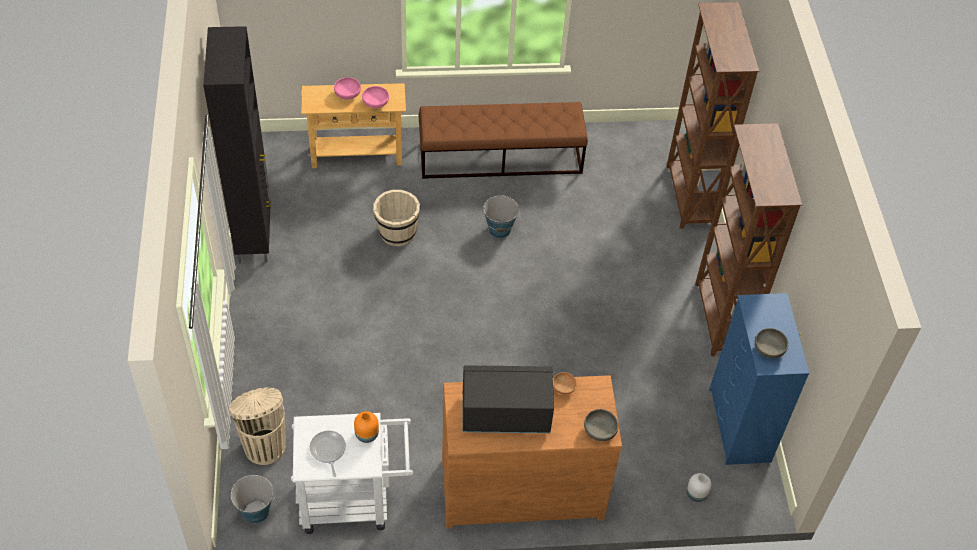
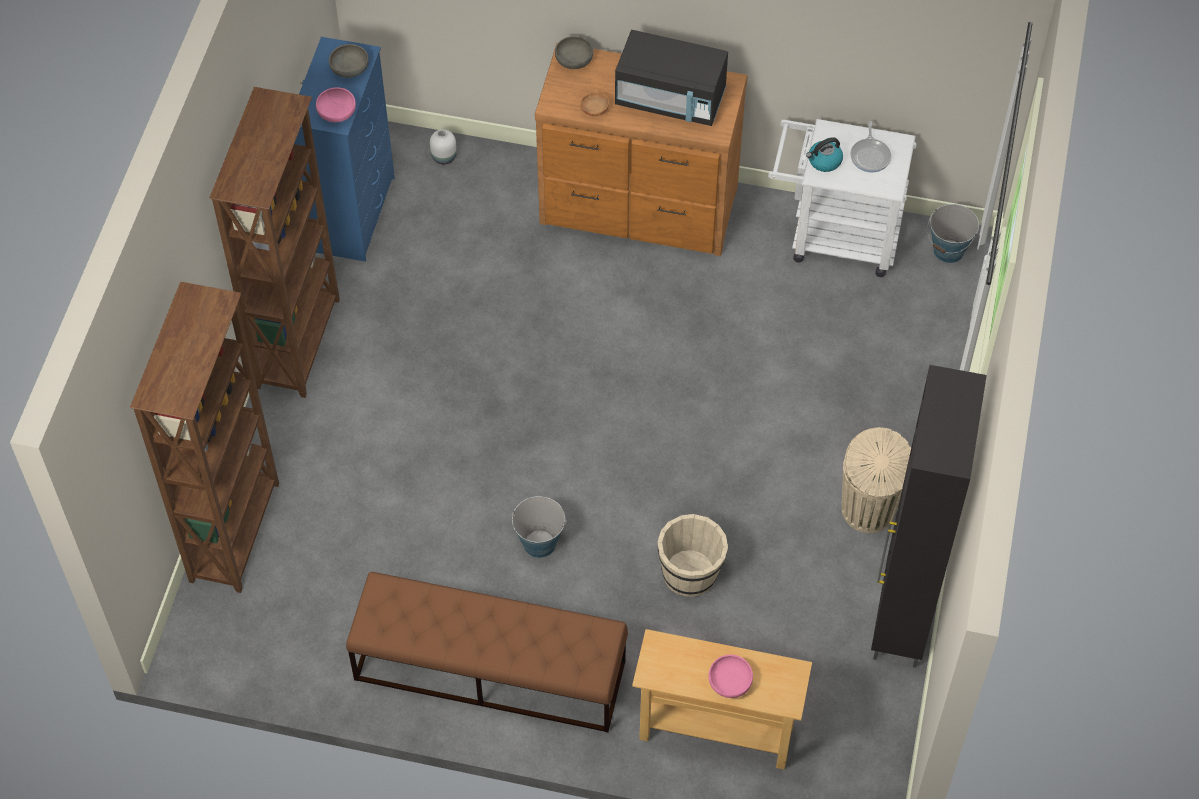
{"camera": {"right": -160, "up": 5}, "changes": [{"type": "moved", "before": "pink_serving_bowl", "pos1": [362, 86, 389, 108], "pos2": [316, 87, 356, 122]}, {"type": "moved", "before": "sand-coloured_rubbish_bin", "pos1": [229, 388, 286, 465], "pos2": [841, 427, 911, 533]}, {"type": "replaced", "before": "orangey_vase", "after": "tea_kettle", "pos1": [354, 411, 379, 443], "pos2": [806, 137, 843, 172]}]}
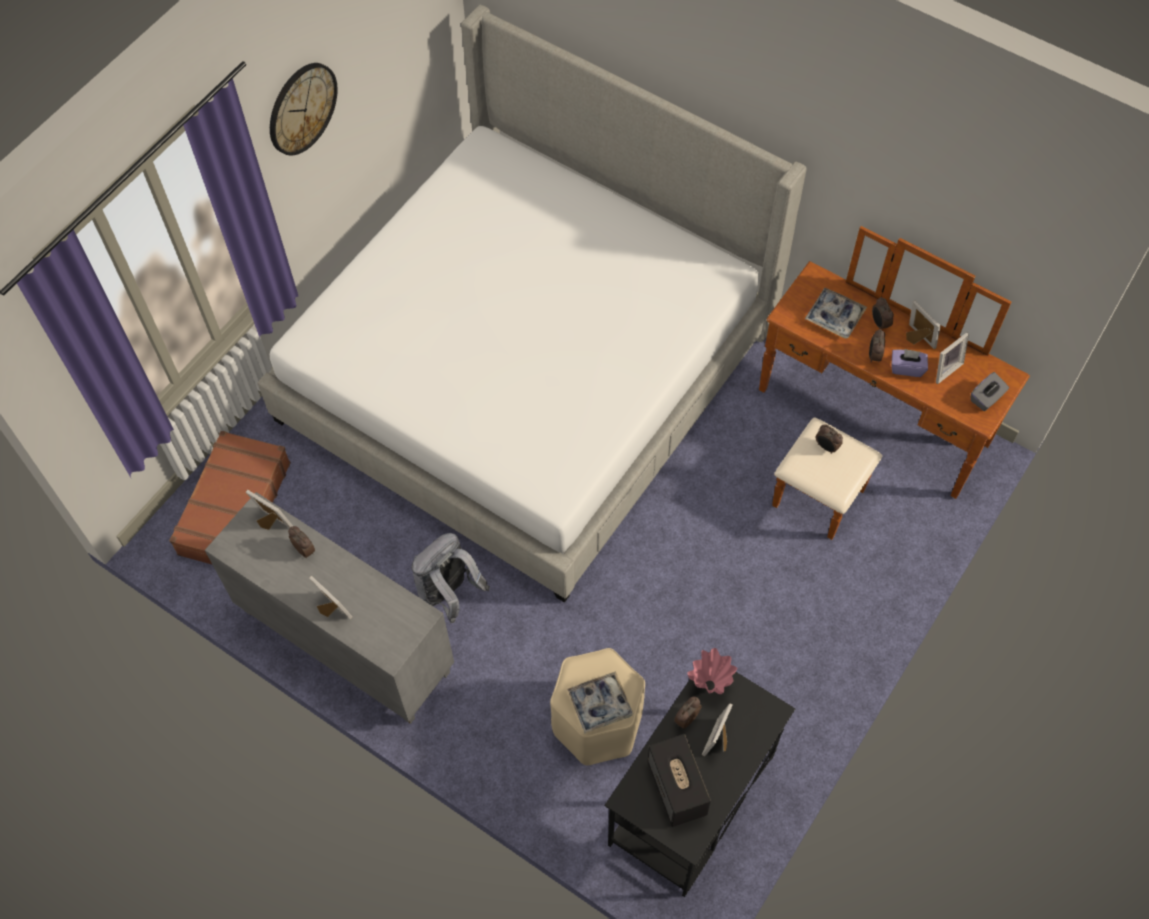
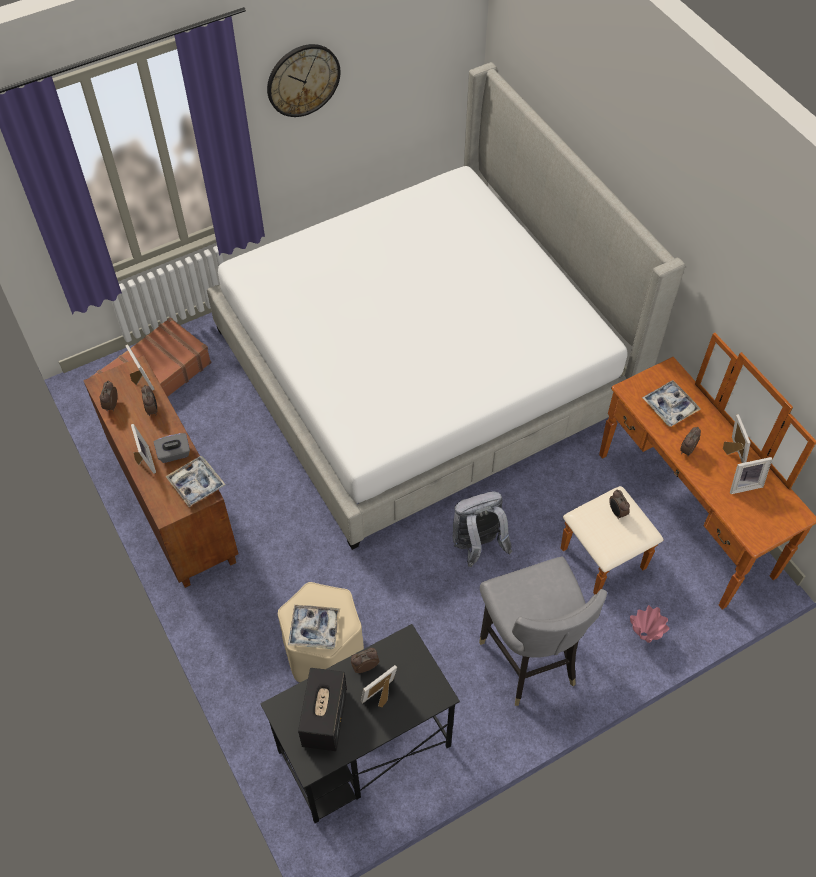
{"camera": {"right": 25, "up": -5}, "changes": [{"type": "moved", "before": "bedside_clock", "pos1": [872, 297, 894, 329], "pos2": [100, 380, 117, 411]}, {"type": "removed", "before": "purple-coloured_tissue_holder", "pos1": [891, 349, 928, 377]}, {"type": "moved", "before": "grey_tissue_holder", "pos1": [971, 372, 1009, 411], "pos2": [154, 433, 190, 463]}, {"type": "recoloured", "before": "grey_cupboard", "after": "brown-coloured_cupboard", "pos1": [205, 492, 454, 724], "pos2": [83, 355, 239, 588]}, {"type": "moved", "before": "grey_knapsack", "pos1": [411, 533, 490, 623], "pos2": [453, 492, 512, 567]}, {"type": "moved", "before": "pink_vase", "pos1": [687, 648, 737, 694], "pos2": [630, 605, 670, 643]}, {"type": "added", "after": "serving_tray", "pos2": [165, 456, 226, 507]}, {"type": "added", "after": "grey_upright_chair", "pos2": [479, 556, 607, 706]}]}
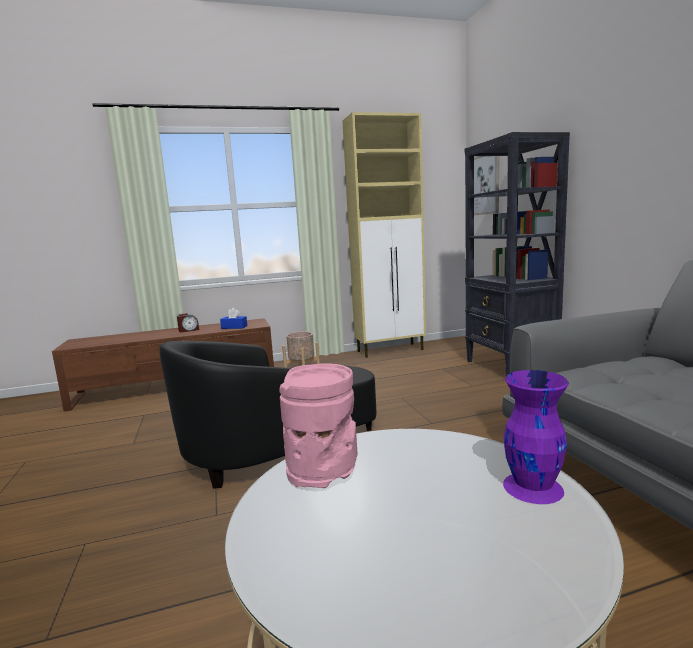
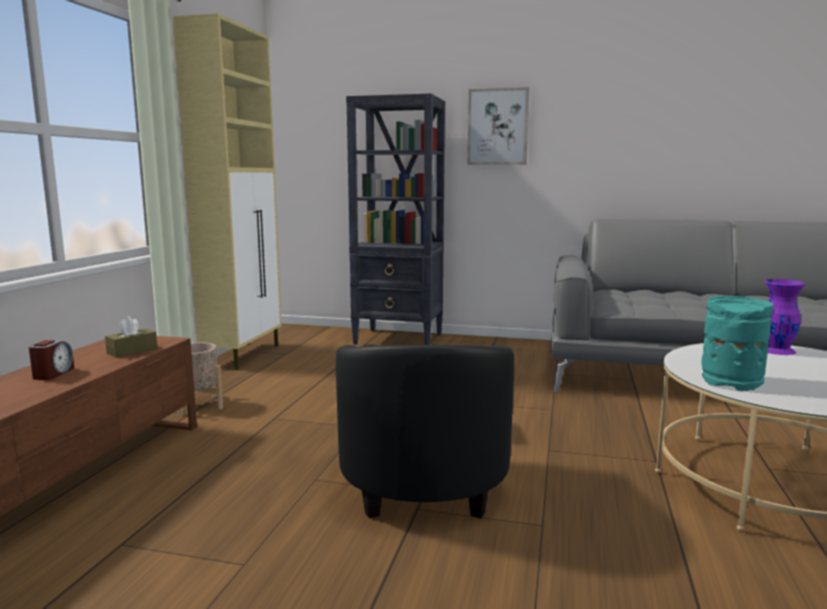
{"camera": {"right": -60, "up": 0}, "changes": [{"type": "moved", "before": "wall_picture", "pos1": [474, 156, 499, 215], "pos2": [468, 87, 529, 165]}, {"type": "recoloured", "before": "bluish_tissue_holder", "after": "brown-coloured_tissue_holder", "pos1": [220, 308, 248, 329], "pos2": [105, 316, 158, 358]}, {"type": "recoloured", "before": "pink_vase", "after": "blue-green_vase", "pos1": [279, 363, 357, 488], "pos2": [701, 296, 773, 391]}]}
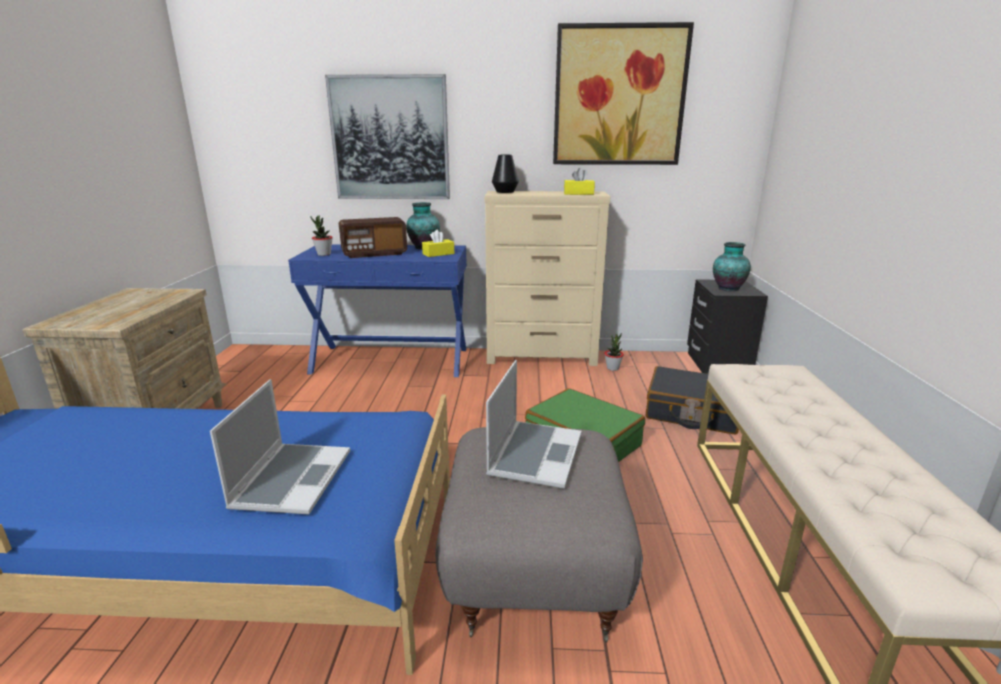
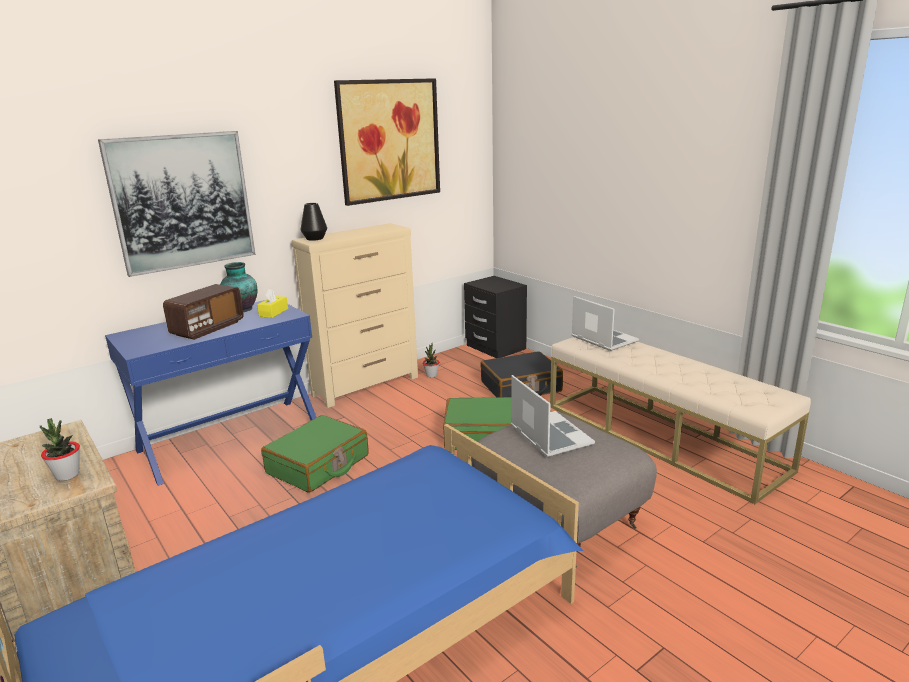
{"camera": {"right": -40, "up": 0}, "changes": [{"type": "removed", "before": "yellowish_tissue_holder", "pos1": [564, 168, 595, 195]}, {"type": "moved", "before": "potted_plant", "pos1": [310, 216, 333, 256], "pos2": [40, 418, 80, 481]}, {"type": "removed", "before": "vase", "pos1": [713, 242, 751, 291]}, {"type": "moved", "before": "portable_computer", "pos1": [210, 379, 350, 515], "pos2": [571, 296, 639, 351]}, {"type": "added", "after": "green-coloured_piece_of_luggage", "pos2": [261, 415, 369, 493]}]}
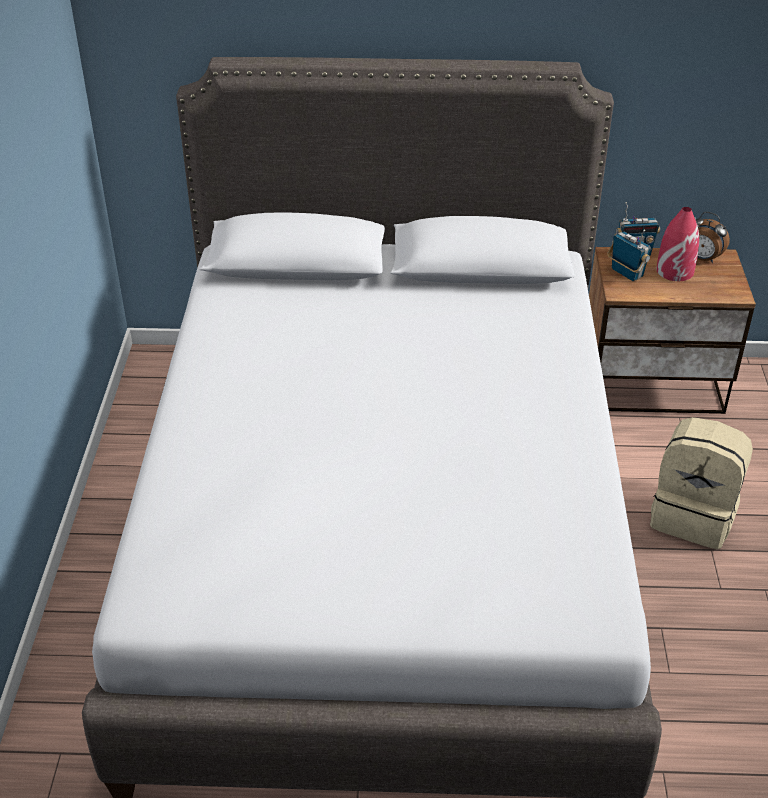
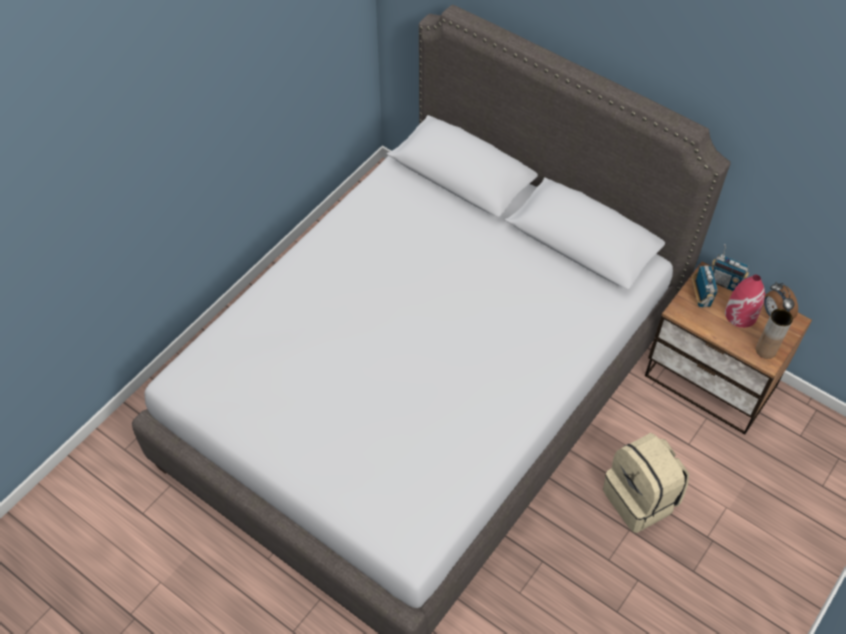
{"camera": {"right": 35, "up": 15}, "changes": [{"type": "added", "after": "brown-coloured_vase", "pos2": [756, 309, 793, 359]}]}
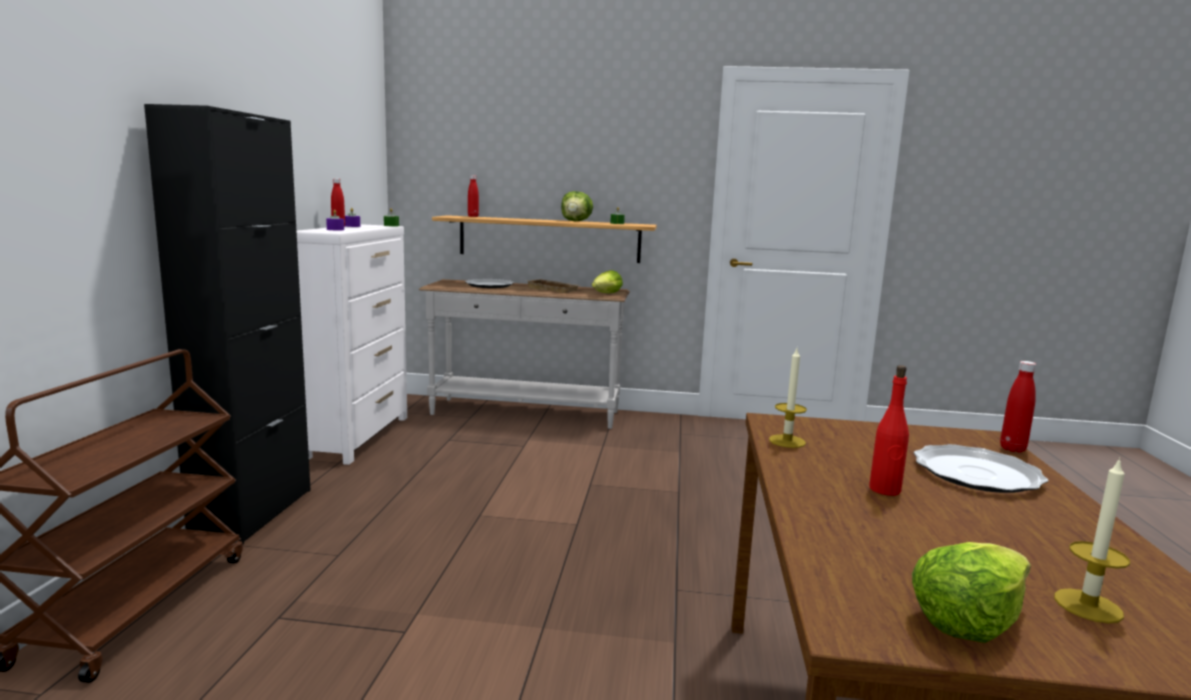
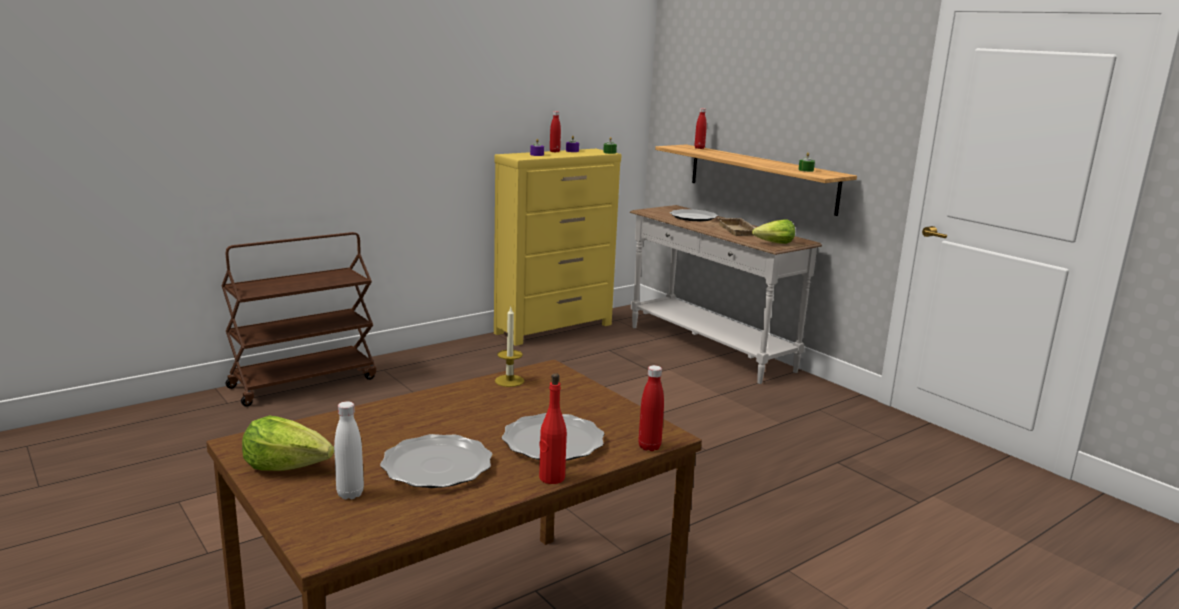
{"camera": {"right": 45, "up": 5}, "changes": [{"type": "removed", "before": "black_cupboard", "pos1": [144, 104, 311, 544]}, {"type": "removed", "before": "head_of_lettuce", "pos1": [561, 191, 593, 221]}, {"type": "recoloured", "before": "white-coloured_dresser", "after": "yellowish_dresser", "pos1": [297, 224, 407, 465], "pos2": [494, 149, 621, 346]}, {"type": "moved", "before": "reddish_drink_bottle", "pos1": [869, 365, 909, 496], "pos2": [539, 373, 567, 484]}, {"type": "replaced", "before": "candle", "after": "white-coloured_drink_bottle", "pos1": [1054, 457, 1130, 623], "pos2": [334, 401, 364, 499]}, {"type": "added", "after": "flat_dish", "pos2": [380, 434, 492, 488]}]}
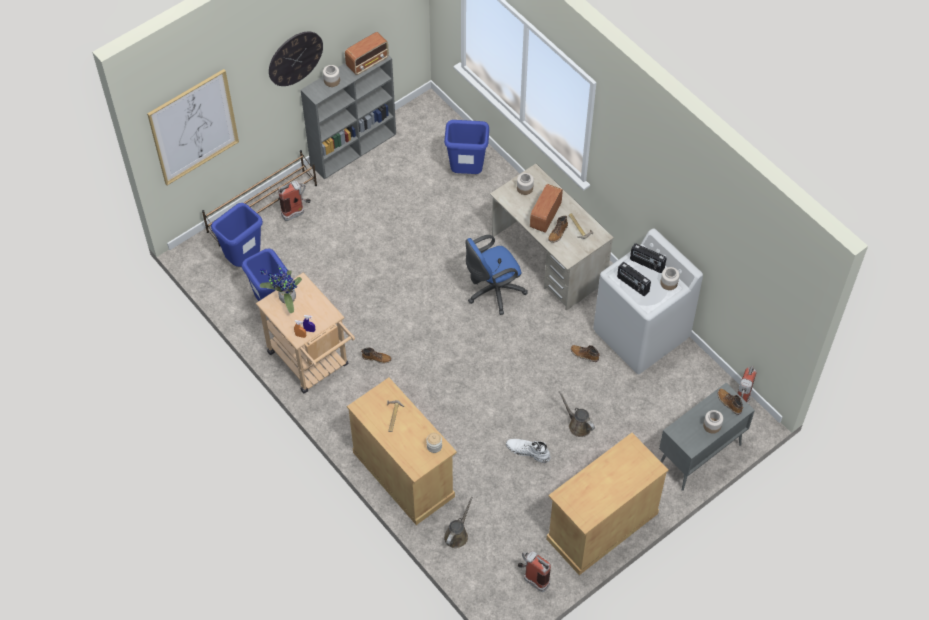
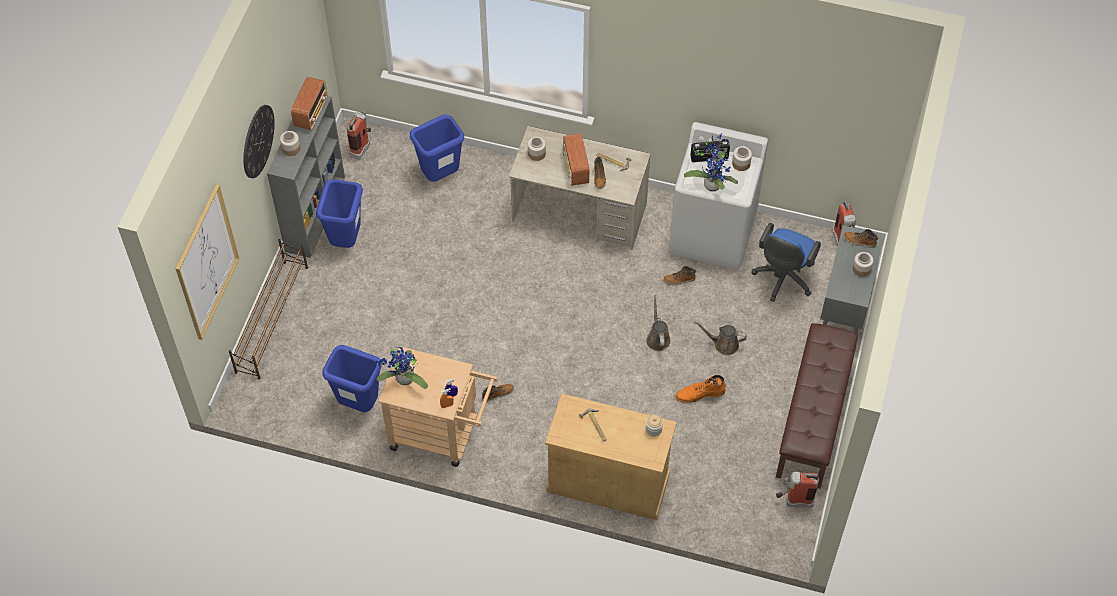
{"camera": {"right": -35, "up": 0}, "changes": [{"type": "moved", "before": "extinguisher", "pos1": [278, 181, 311, 221], "pos2": [346, 112, 371, 160]}, {"type": "moved", "before": "bluish_rubbish_bin", "pos1": [211, 203, 263, 267], "pos2": [316, 179, 363, 248]}, {"type": "moved", "before": "bluish_office_chair", "pos1": [465, 235, 528, 315], "pos2": [752, 223, 821, 302]}, {"type": "replaced", "before": "radio_receiver", "after": "potted_plant", "pos1": [617, 262, 651, 296], "pos2": [684, 133, 738, 192]}, {"type": "replaced", "before": "sand-coloured_cupboard", "after": "brown-coloured_bench", "pos1": [546, 433, 669, 575], "pos2": [776, 323, 858, 488]}, {"type": "recoloured", "before": "white-coloured_high-top_boot", "after": "orangey_high-top_boot", "pos1": [506, 439, 551, 463], "pos2": [676, 375, 726, 403]}, {"type": "moved", "before": "brown-coloured_watering_pot", "pos1": [444, 497, 473, 548], "pos2": [646, 295, 671, 351]}]}
